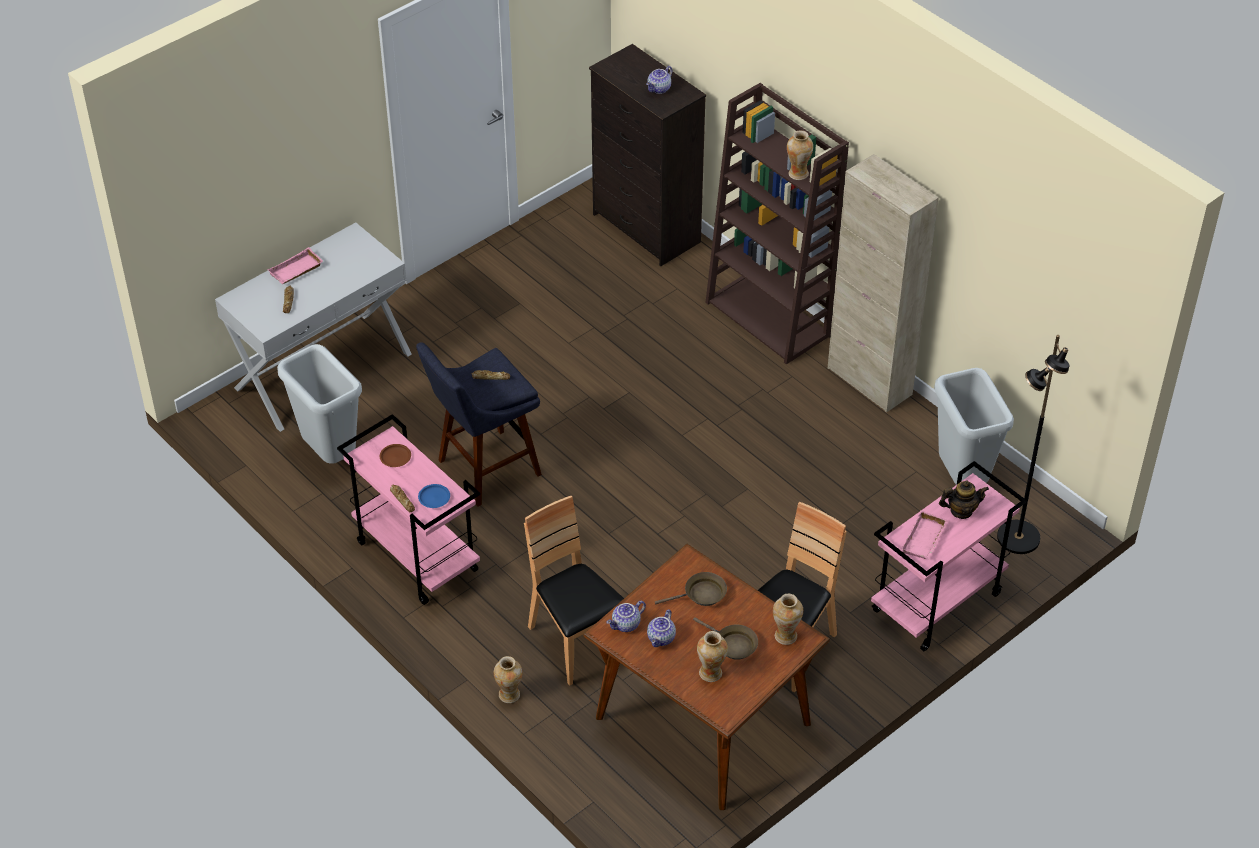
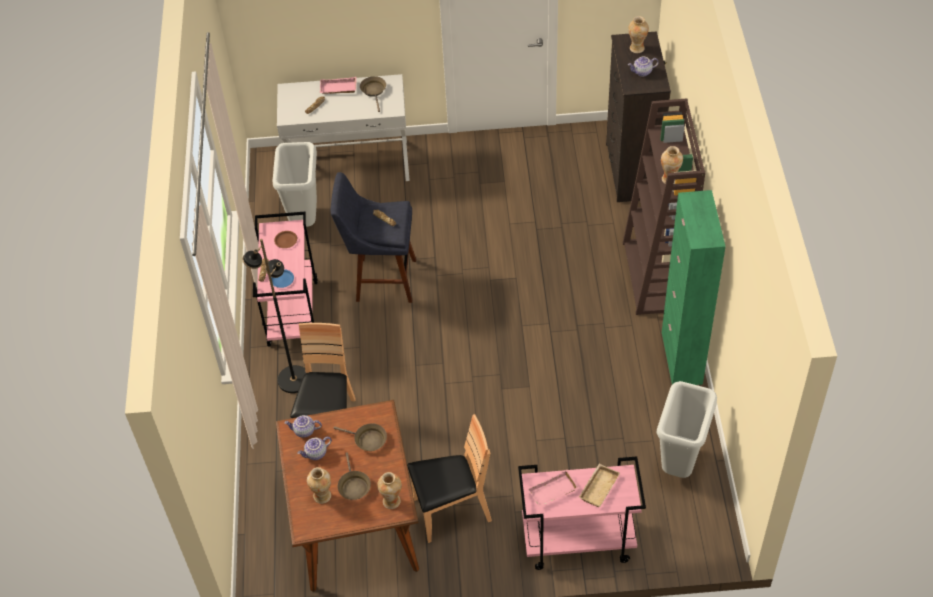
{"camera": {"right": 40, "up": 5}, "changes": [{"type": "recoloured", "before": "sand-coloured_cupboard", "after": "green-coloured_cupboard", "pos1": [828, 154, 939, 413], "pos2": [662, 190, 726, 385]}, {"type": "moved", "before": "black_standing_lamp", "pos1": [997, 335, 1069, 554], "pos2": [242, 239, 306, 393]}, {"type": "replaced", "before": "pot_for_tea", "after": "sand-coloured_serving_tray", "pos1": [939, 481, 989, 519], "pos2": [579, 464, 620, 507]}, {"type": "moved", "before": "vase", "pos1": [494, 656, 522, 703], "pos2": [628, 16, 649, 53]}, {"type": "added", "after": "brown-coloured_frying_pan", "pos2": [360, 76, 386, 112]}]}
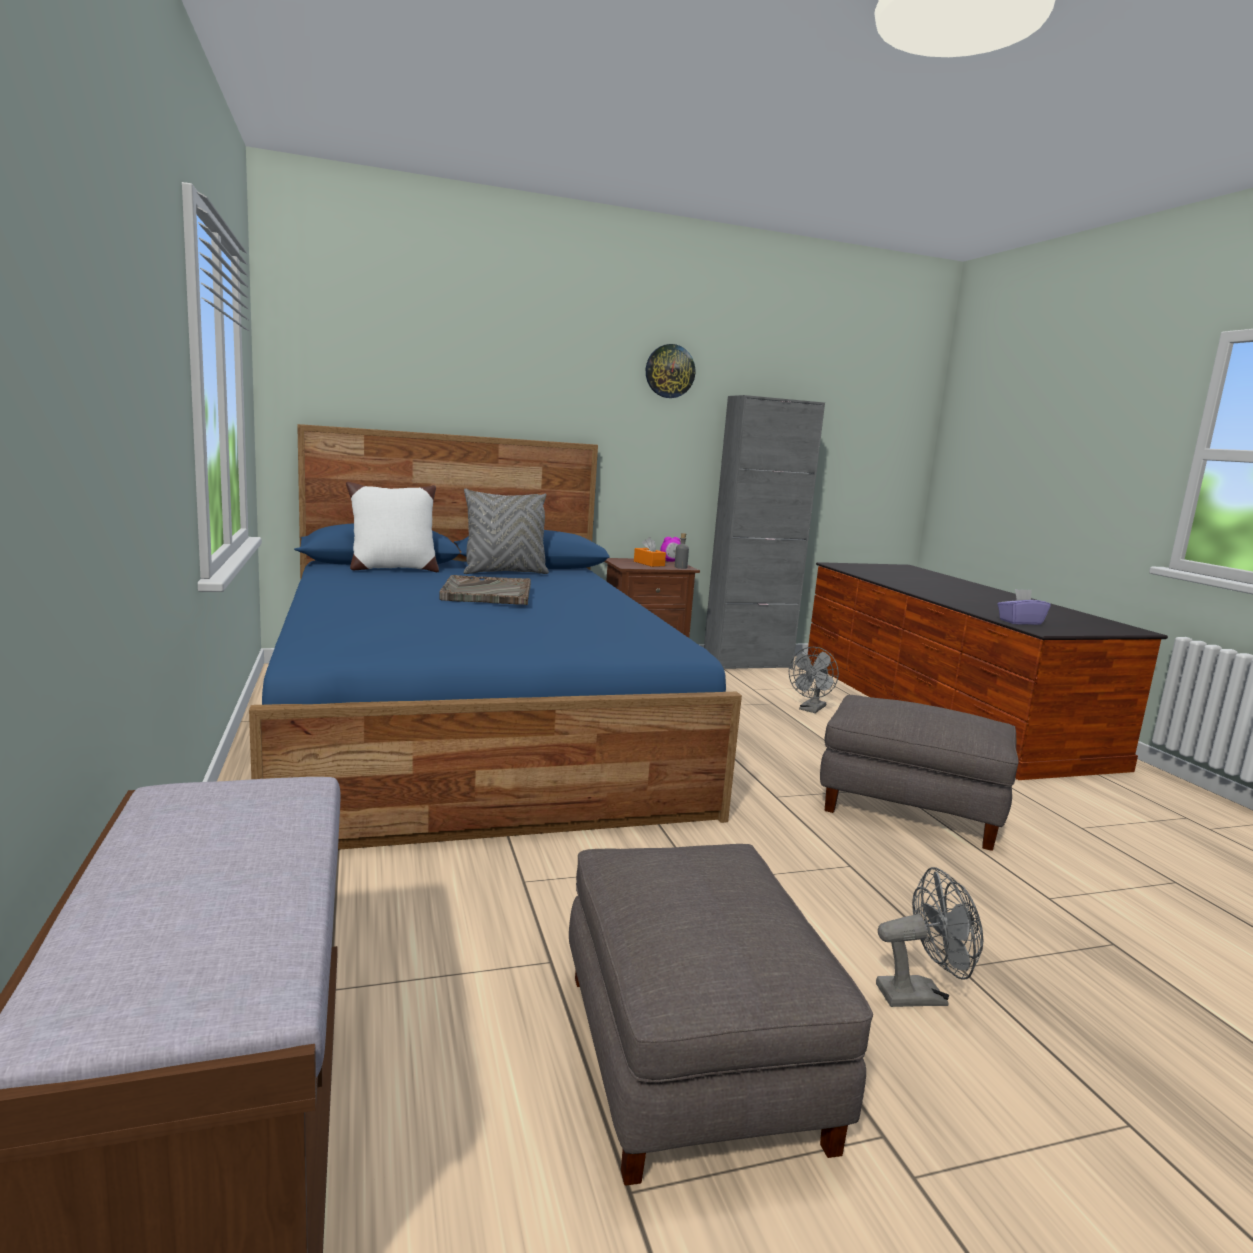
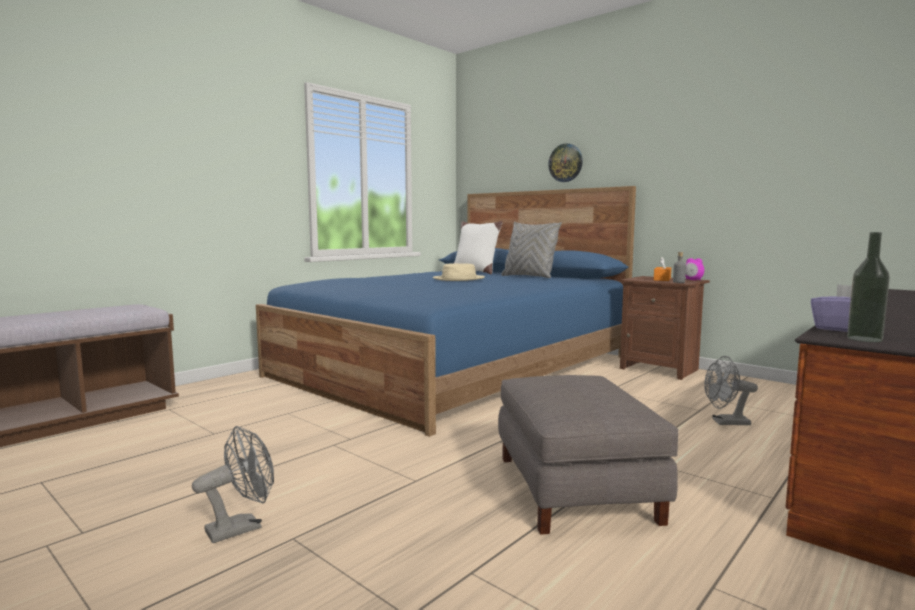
{"camera": {"right": 60, "up": -5}, "changes": [{"type": "moved", "before": "wall_clock", "pos1": [646, 344, 695, 398], "pos2": [548, 143, 583, 182]}, {"type": "removed", "before": "grey_cupboard", "pos1": [704, 395, 825, 669]}, {"type": "replaced", "before": "grey_serving_tray", "after": "sand-coloured_hat", "pos1": [439, 575, 531, 605], "pos2": [433, 263, 485, 281]}, {"type": "removed", "before": "grey_ottoman", "pos1": [569, 844, 873, 1185]}, {"type": "turned", "before": "grey_cooling_fan", "pos1": [876, 867, 984, 1007], "pos2": [192, 426, 274, 543], "turn": -90}, {"type": "added", "after": "drink_bottle", "pos2": [847, 232, 890, 342]}]}
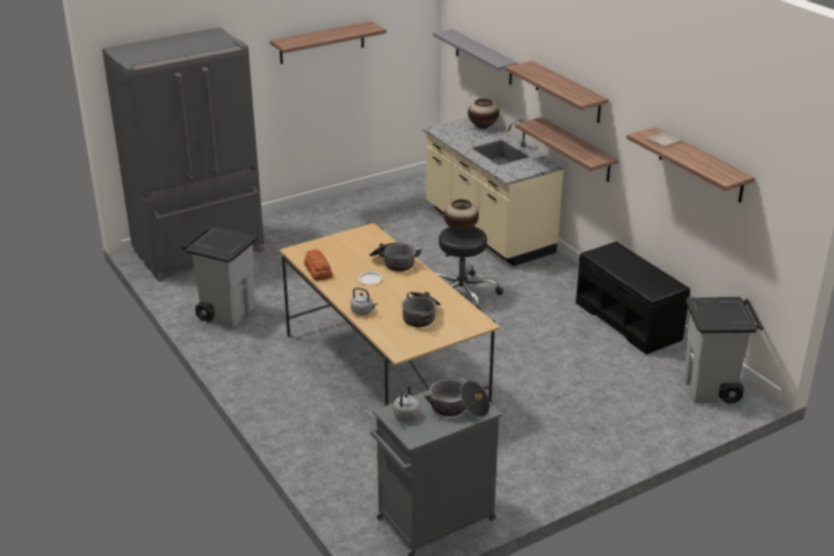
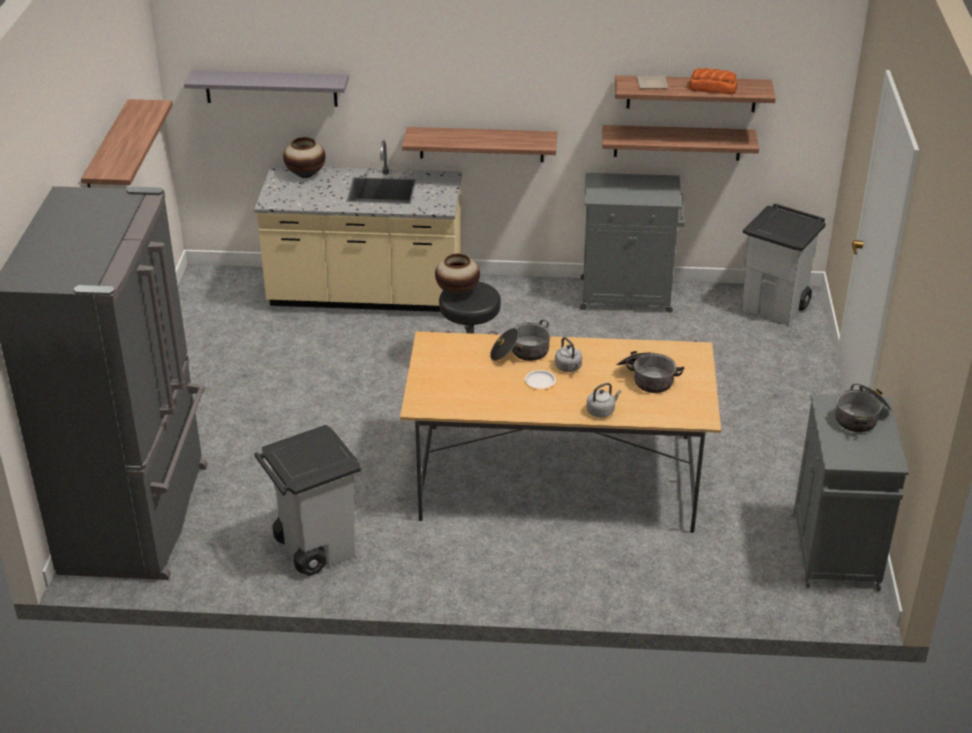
{"camera": {"right": -55, "up": 5}, "changes": [{"type": "moved", "before": "wall_shelf", "pos1": [505, 61, 609, 123], "pos2": [602, 125, 759, 161]}, {"type": "replaced", "before": "black_bench", "after": "grey_cupboard", "pos1": [576, 241, 690, 354], "pos2": [580, 173, 685, 313]}, {"type": "moved", "before": "bread", "pos1": [304, 250, 333, 281], "pos2": [689, 68, 737, 94]}, {"type": "moved", "before": "grey_tea_kettle", "pos1": [393, 385, 420, 420], "pos2": [555, 337, 582, 372]}]}
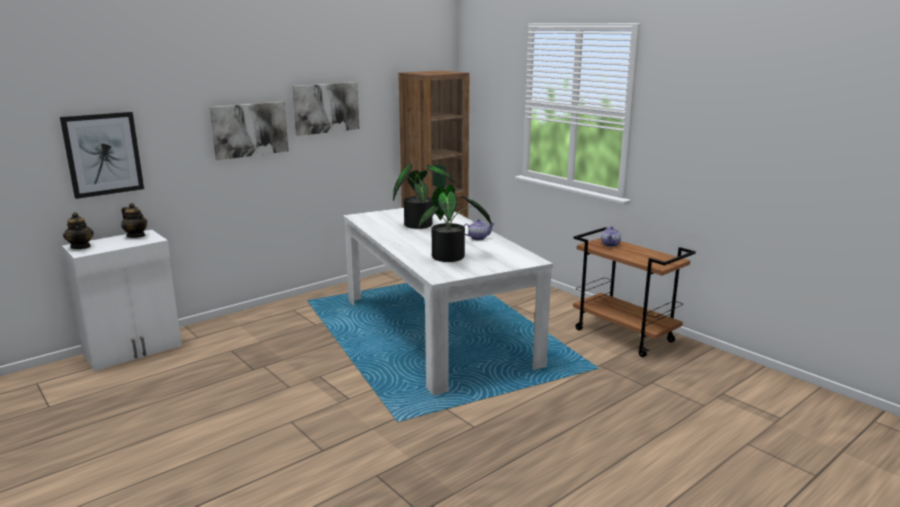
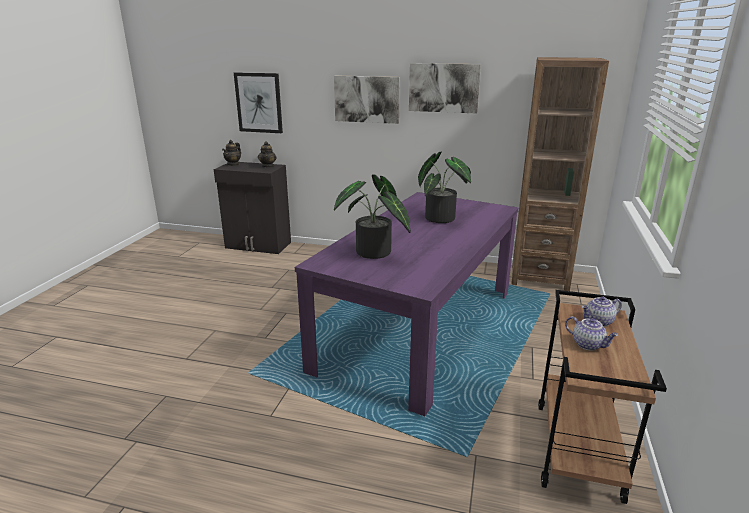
{"camera": {"right": 55, "up": 5}, "changes": [{"type": "recoloured", "before": "white-coloured_dinner_table", "after": "purple-coloured_dinner_table", "pos1": [343, 205, 553, 395], "pos2": [295, 192, 519, 416]}, {"type": "moved", "before": "pot_for_tea", "pos1": [463, 219, 495, 240], "pos2": [565, 316, 618, 351]}, {"type": "recoloured", "before": "white-coloured_cupboard", "after": "black_cupboard", "pos1": [62, 230, 182, 371], "pos2": [214, 162, 291, 254]}]}
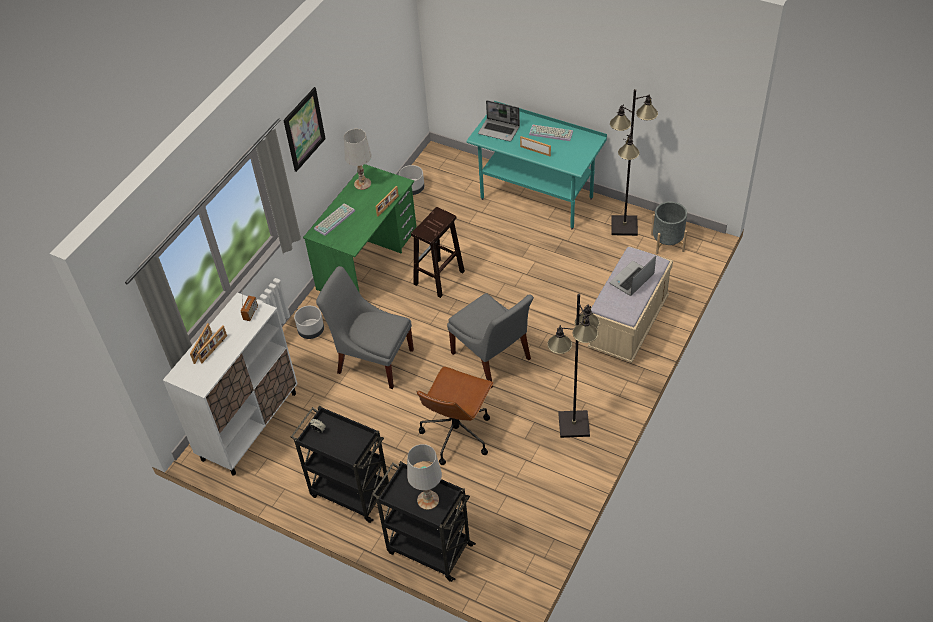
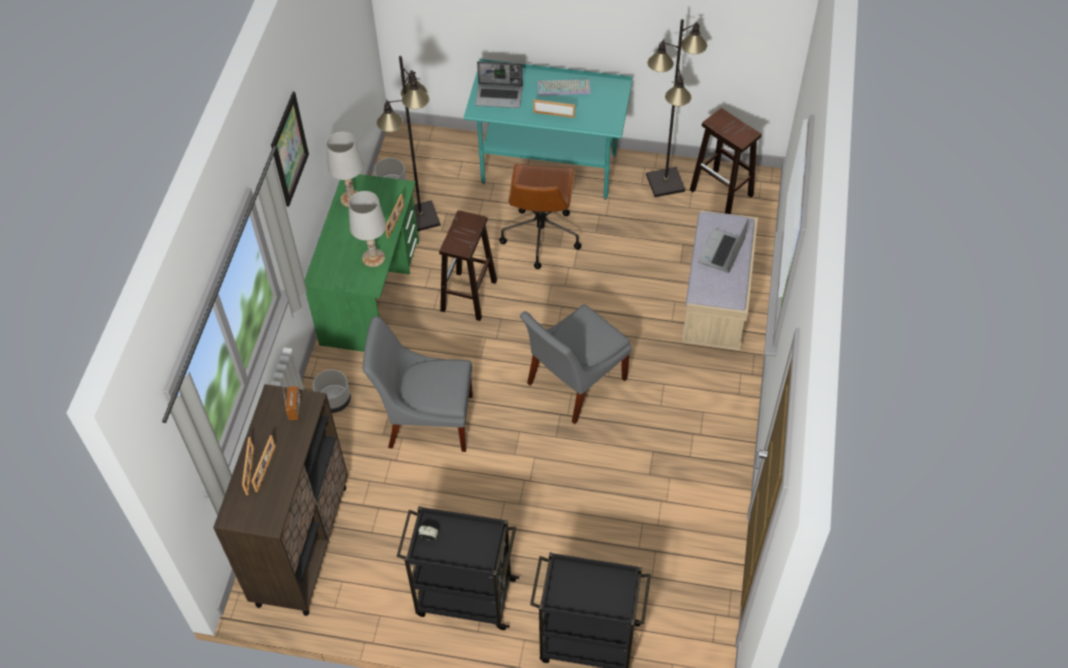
{"camera": {"right": -20, "up": 5}, "changes": [{"type": "replaced", "before": "grey_planter", "after": "brown-coloured_sitting_stool", "pos1": [651, 202, 687, 254], "pos2": [690, 108, 762, 214]}, {"type": "removed", "before": "keyboard", "pos1": [314, 203, 355, 236]}, {"type": "recoloured", "before": "white-coloured_cupboard", "after": "brown-coloured_cupboard", "pos1": [163, 292, 298, 476], "pos2": [213, 384, 348, 616]}, {"type": "turned", "before": "grey_upright_chair", "pos1": [447, 293, 534, 388], "pos2": [520, 304, 631, 424], "turn": 105}, {"type": "moved", "before": "black_standing_lamp", "pos1": [547, 294, 600, 438], "pos2": [377, 56, 441, 231]}, {"type": "moved", "before": "brown-coloured_office_chair", "pos1": [416, 366, 494, 465], "pos2": [499, 164, 582, 269]}, {"type": "moved", "before": "white-coloured_table_lamp", "pos1": [407, 444, 442, 510], "pos2": [348, 191, 386, 267]}]}
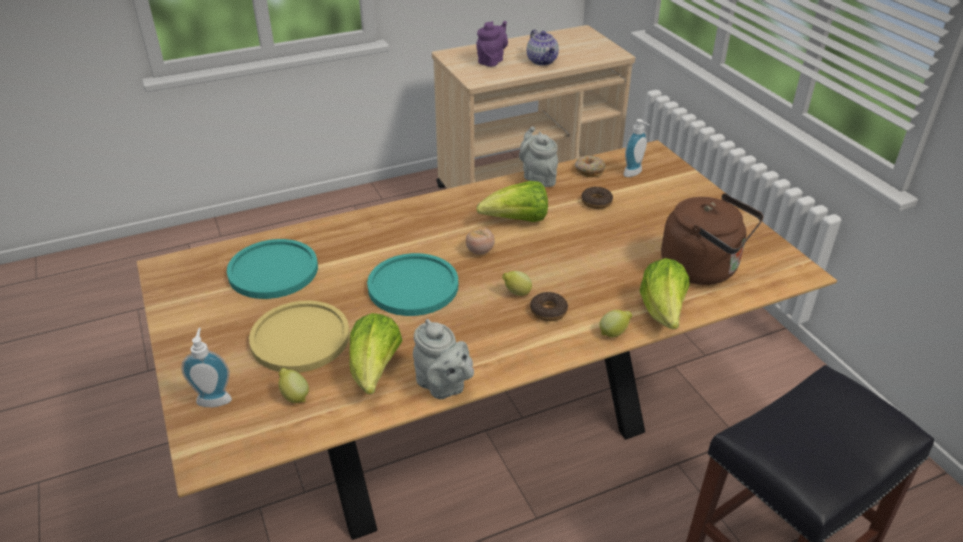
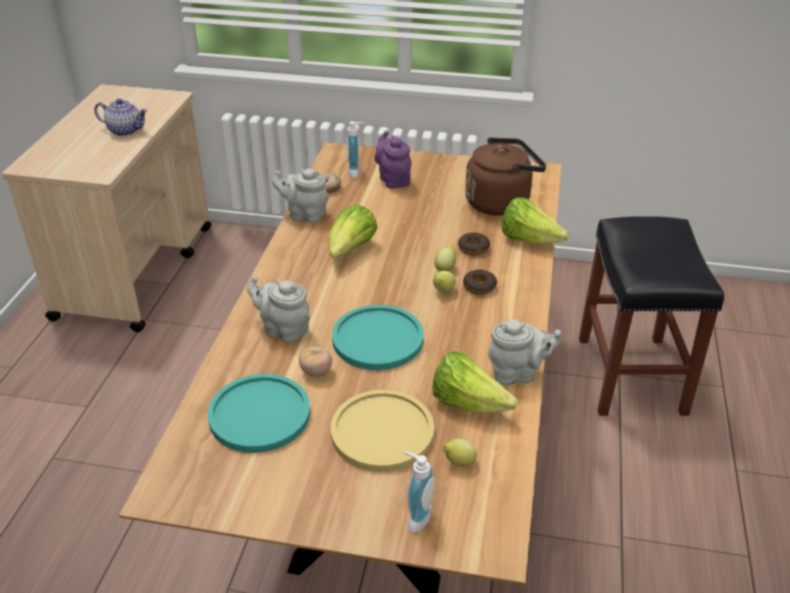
{"camera": {"right": -55, "up": 0}, "changes": [{"type": "moved", "before": "purple-coloured_pot_for_tea", "pos1": [476, 21, 508, 67], "pos2": [374, 131, 411, 189]}, {"type": "moved", "before": "ring_doughnut", "pos1": [581, 187, 613, 209], "pos2": [458, 232, 490, 255]}, {"type": "moved", "before": "whole_tomato", "pos1": [466, 227, 495, 254], "pos2": [299, 346, 332, 377]}, {"type": "moved", "before": "whole_lemon", "pos1": [599, 310, 632, 337], "pos2": [434, 244, 456, 271]}, {"type": "added", "after": "grey_pot_for_tea", "pos2": [247, 276, 310, 343]}]}
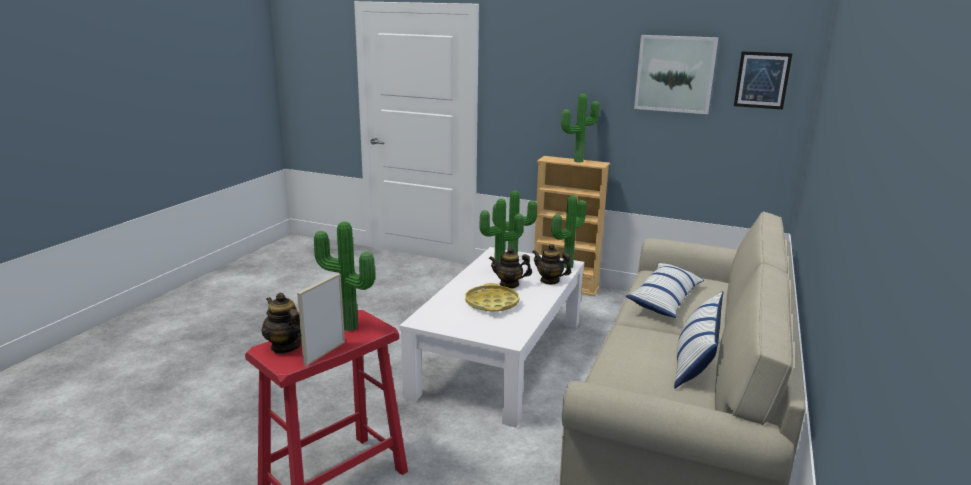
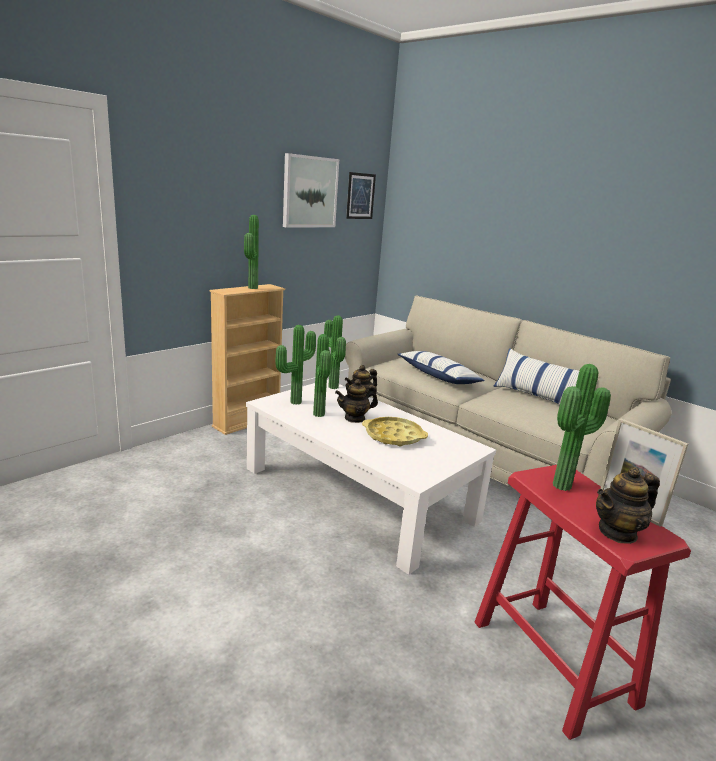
{"camera": {"right": -70, "up": 0}, "changes": [{"type": "turned", "before": "pot_for_tea", "pos1": [489, 247, 532, 289], "pos2": [335, 379, 378, 423], "turn": 45}]}
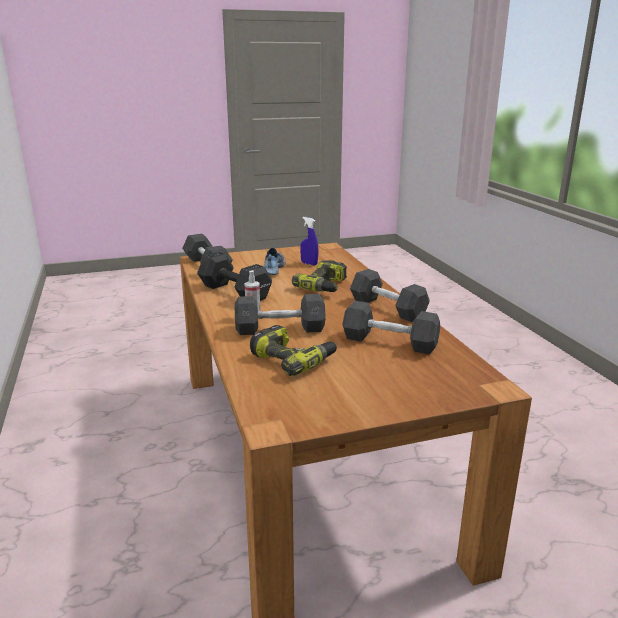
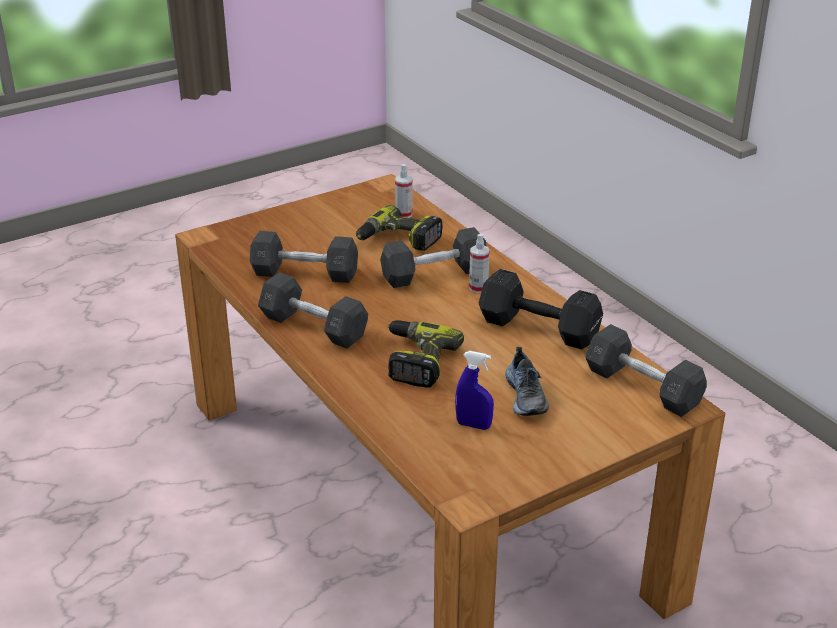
{"camera": {"right": 165, "up": 10}, "changes": [{"type": "added", "after": "spray_bottle", "pos2": [395, 164, 413, 218]}]}
